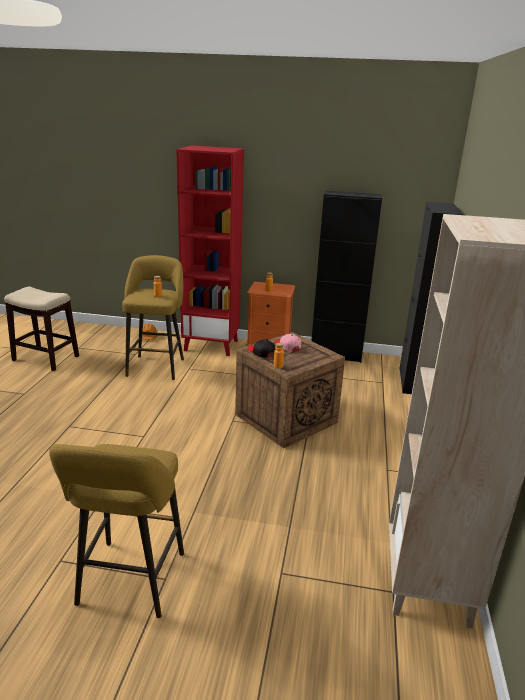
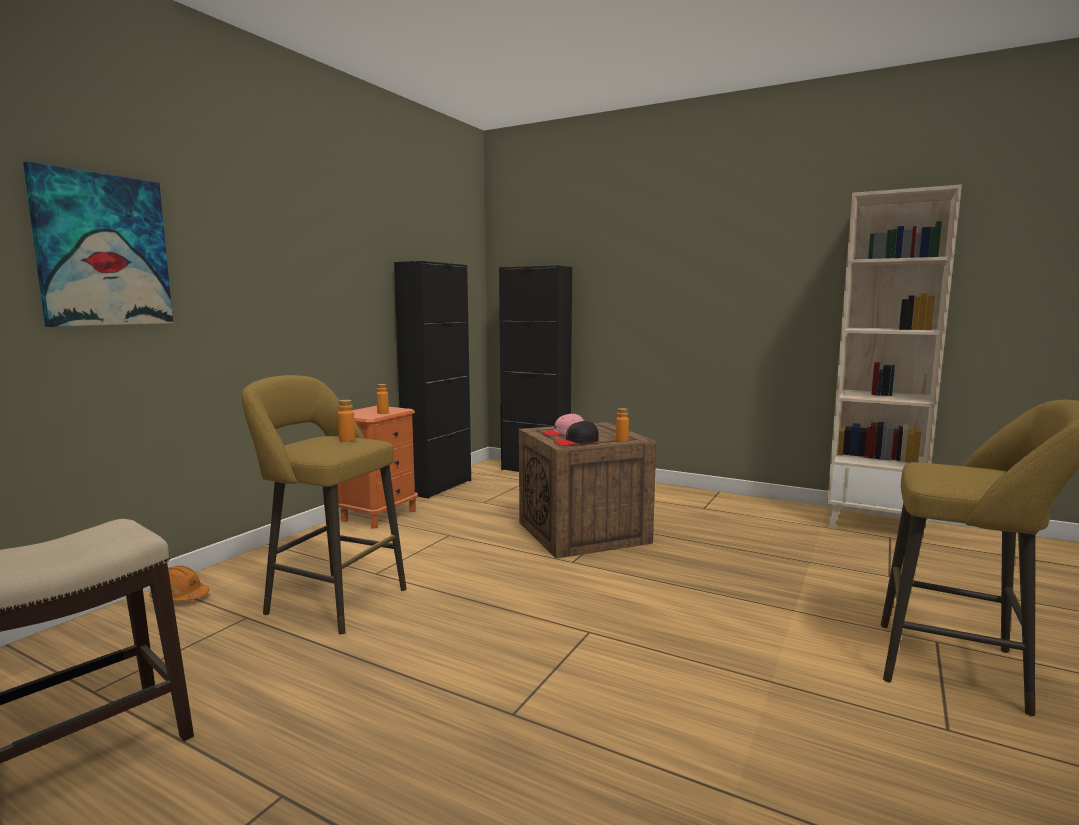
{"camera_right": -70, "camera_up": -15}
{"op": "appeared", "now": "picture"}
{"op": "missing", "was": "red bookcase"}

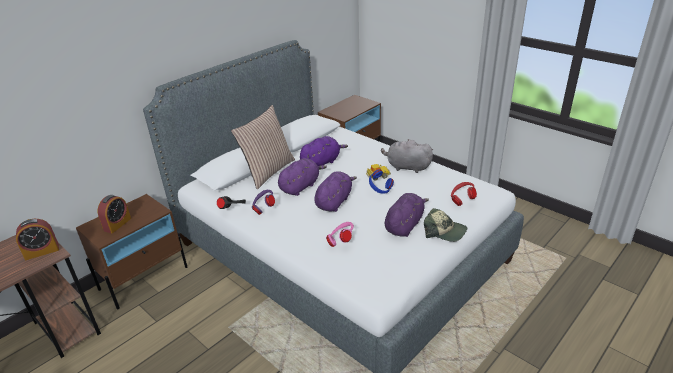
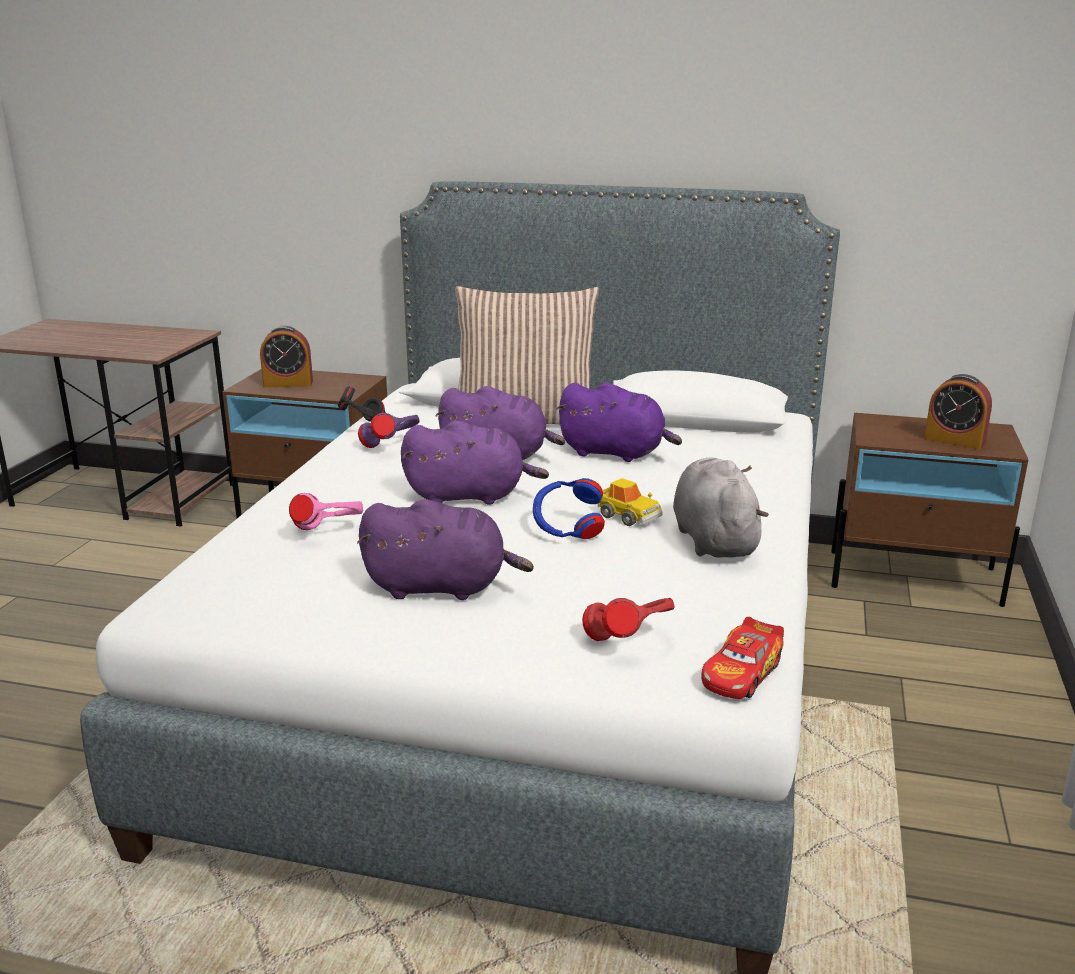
{"camera_right": 60, "camera_up": -10}
{"op": "appeared", "now": "toy car (no. 2 from left)"}
{"op": "relocated", "was": "alarm clock (no. 1 from left in the first image)", "now": "alarm clock (no. 2 from left)"}
{"op": "missing", "was": "cap"}

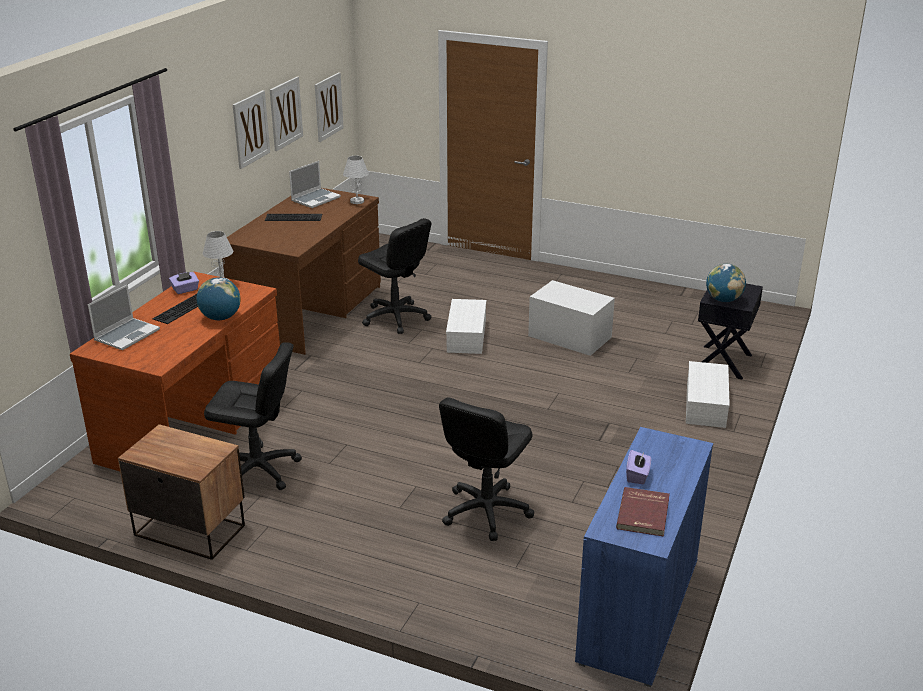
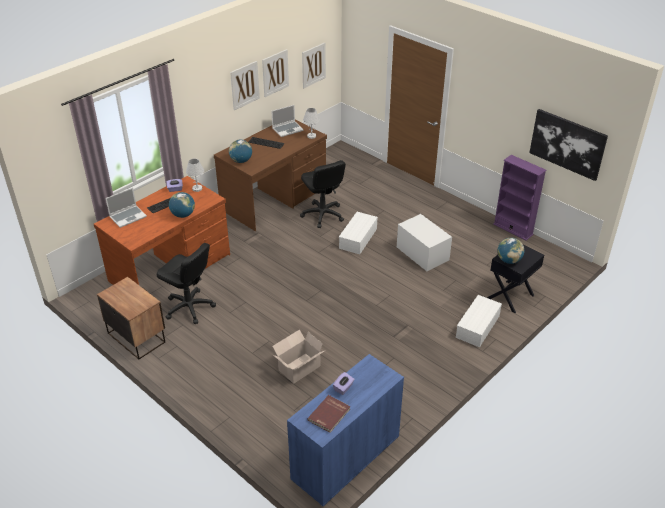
{"camera_right": 20, "camera_up": 10}
{"op": "appeared", "now": "globe (no. 2 from left)"}
{"op": "exchanged", "was": "black office chair (no. 3 from left)", "now": "cardboard box"}
{"op": "appeared", "now": "purple bookcase"}
{"op": "appeared", "now": "picture (no. 4 from left)"}

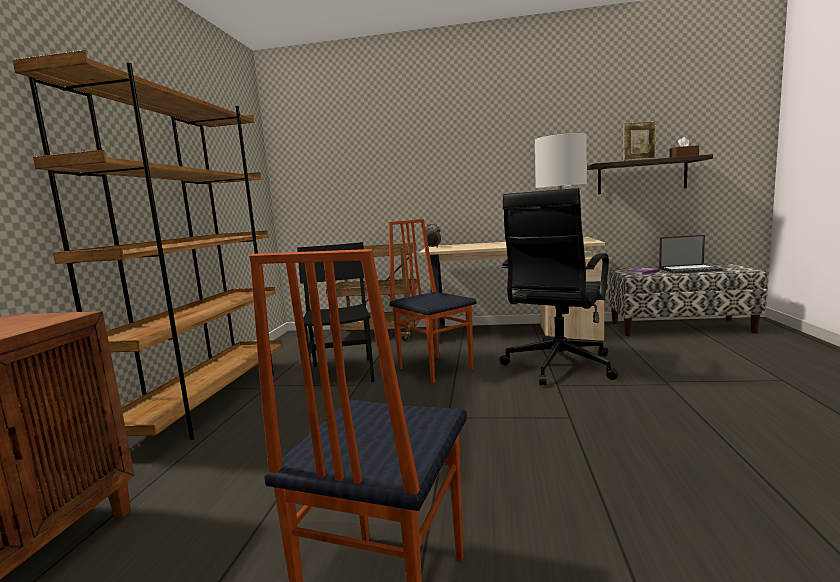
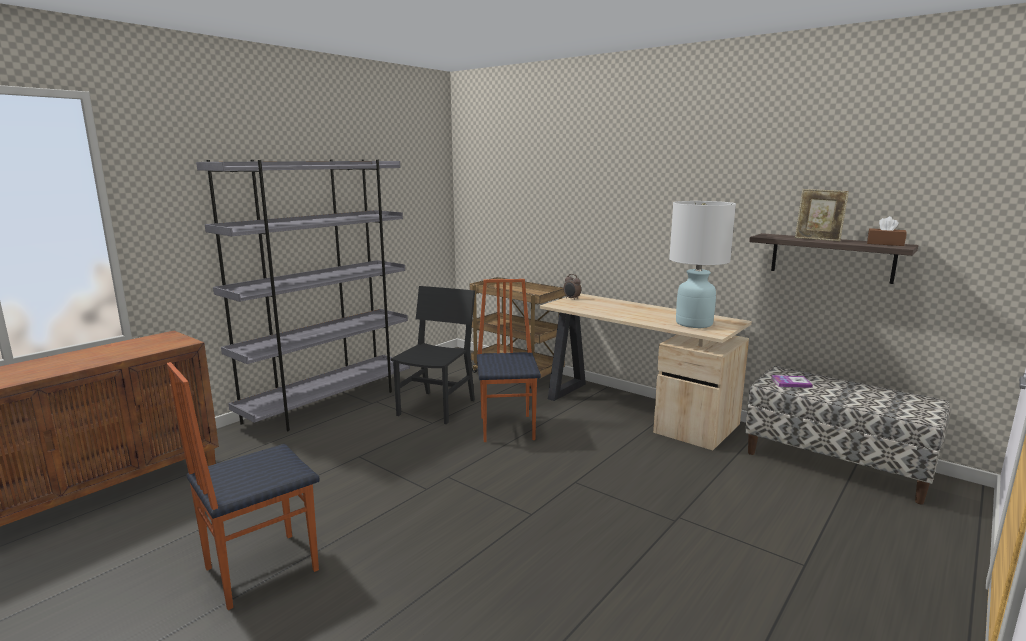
{"camera_right": 30, "camera_up": 5}
{"op": "colour", "was": "brown bookcase", "now": "grey bookcase"}
{"op": "missing", "was": "black office chair"}
{"op": "missing", "was": "laptop"}

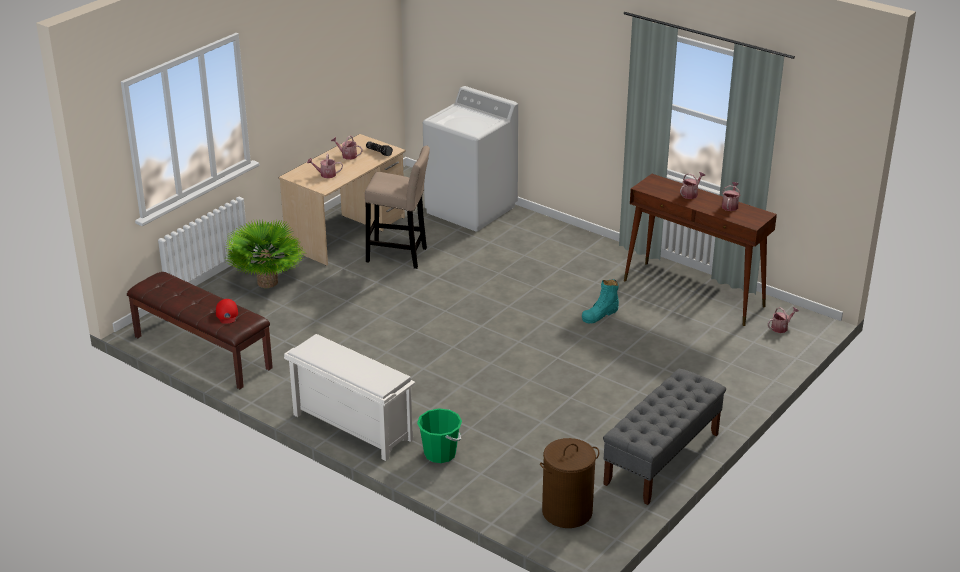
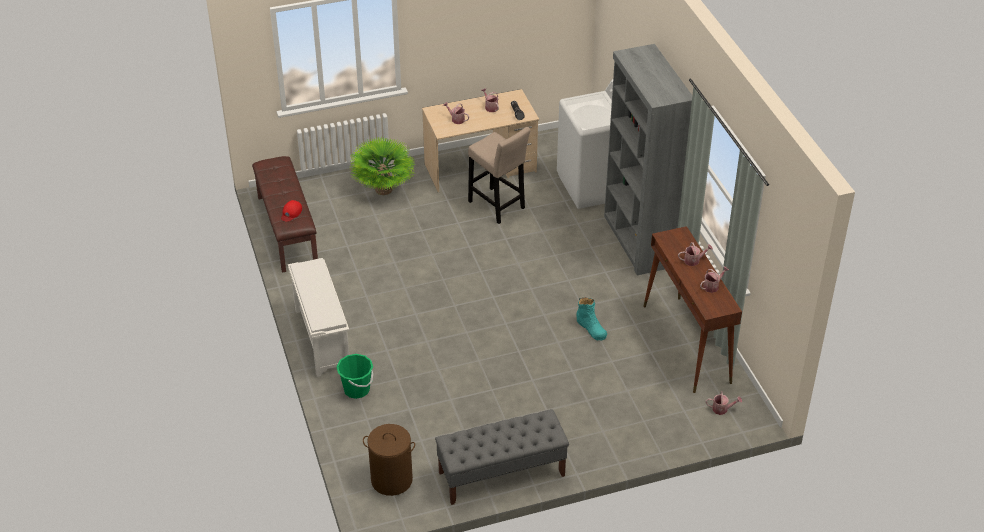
{"camera_right": 35, "camera_up": 10}
{"op": "spun", "was": "turquoise boot", "clockwise": -120}
{"op": "appeared", "now": "grey bookcase"}

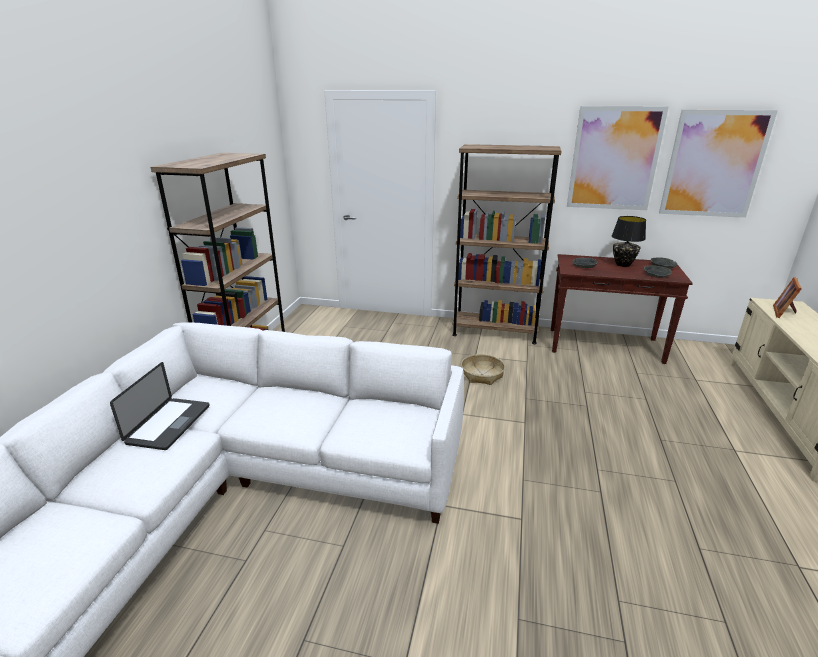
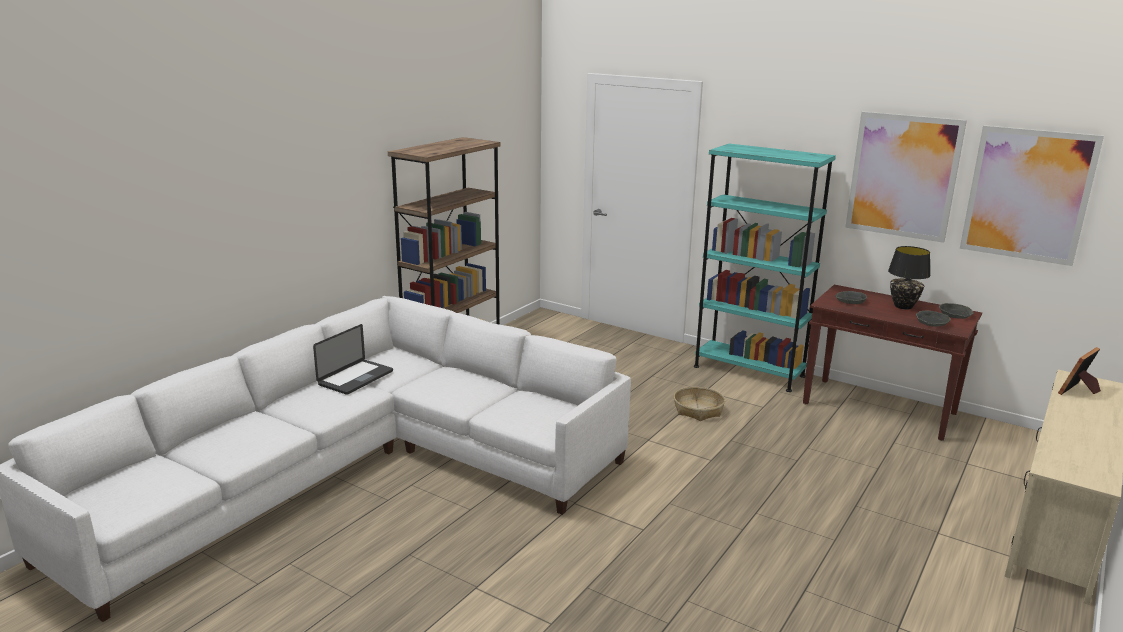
{"camera_right": 20, "camera_up": -5}
{"op": "colour", "was": "brown bookcase (no. 2 from left)", "now": "turquoise bookcase"}

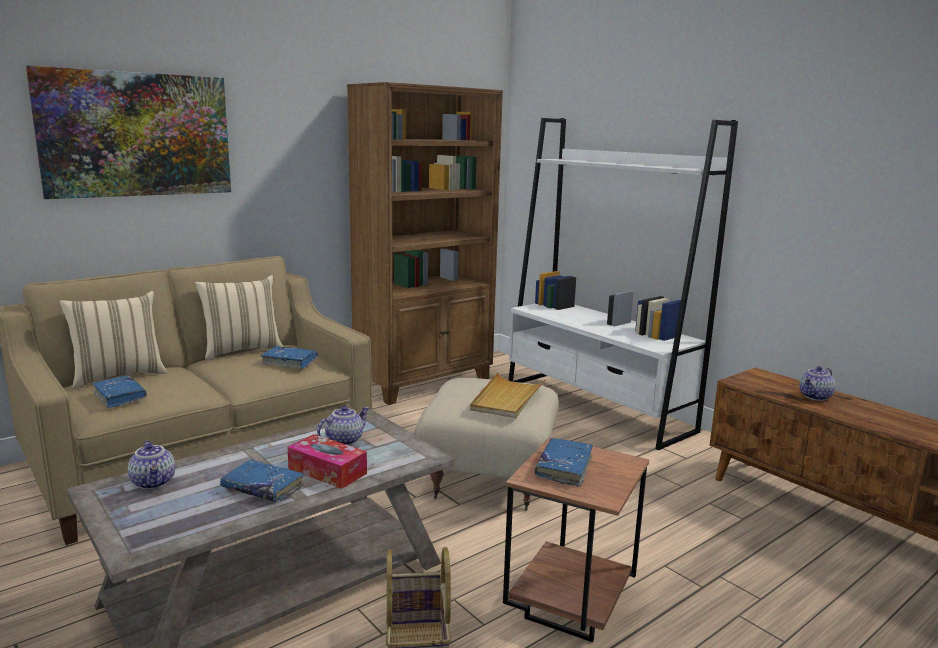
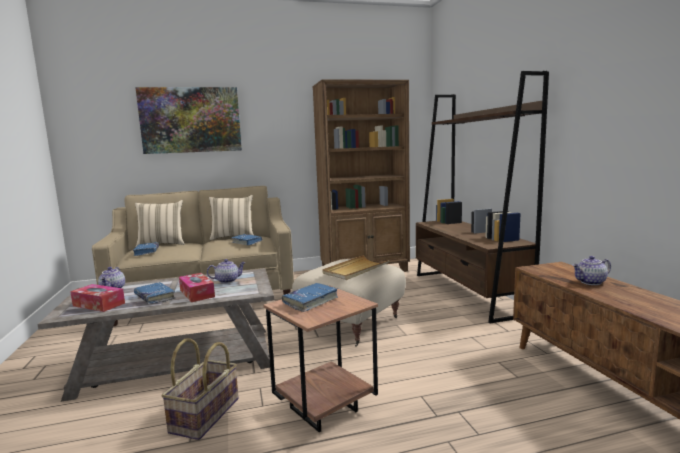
{"camera_right": 25, "camera_up": -5}
{"op": "appeared", "now": "tissue box (no. 1 from left)"}
{"op": "colour", "was": "white bookcase", "now": "brown bookcase (no. 2 from left)"}

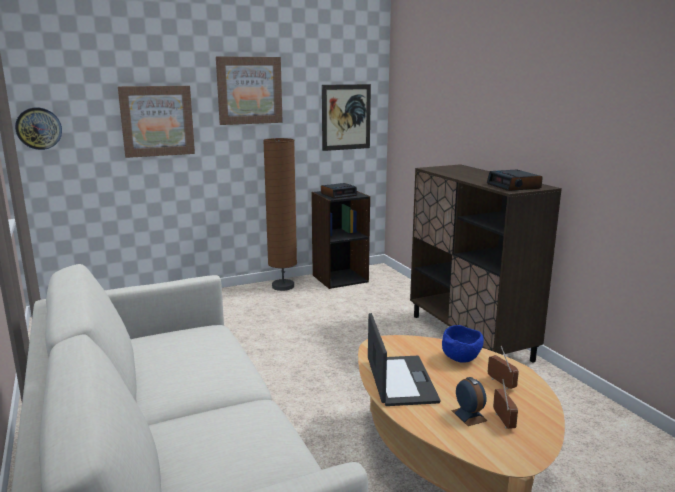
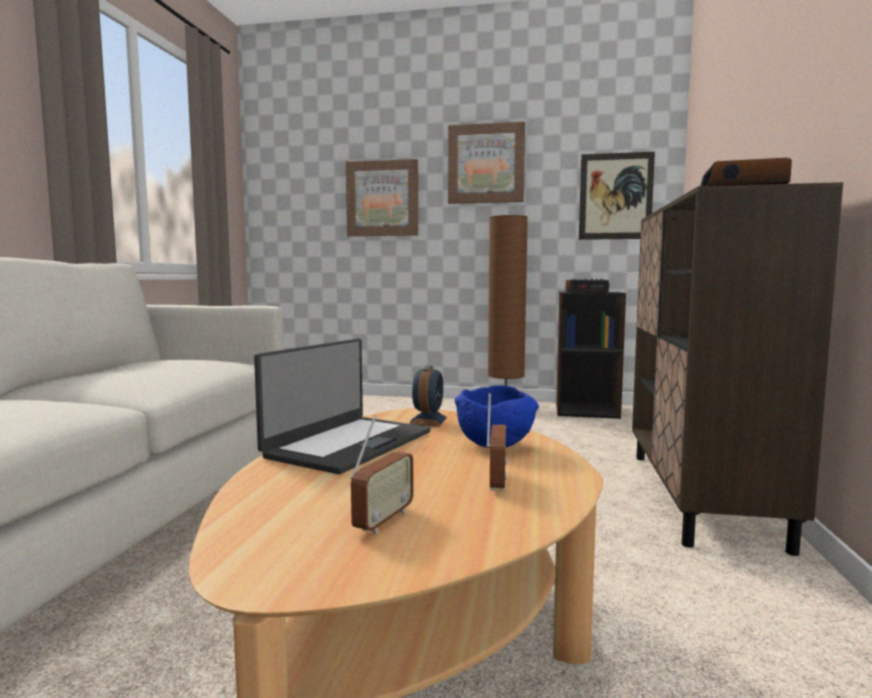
{"camera_right": 35, "camera_up": -10}
{"op": "relocated", "was": "alarm clock (no. 2 from left in the first image)", "now": "alarm clock (no. 1 from left)"}
{"op": "missing", "was": "wall clock"}

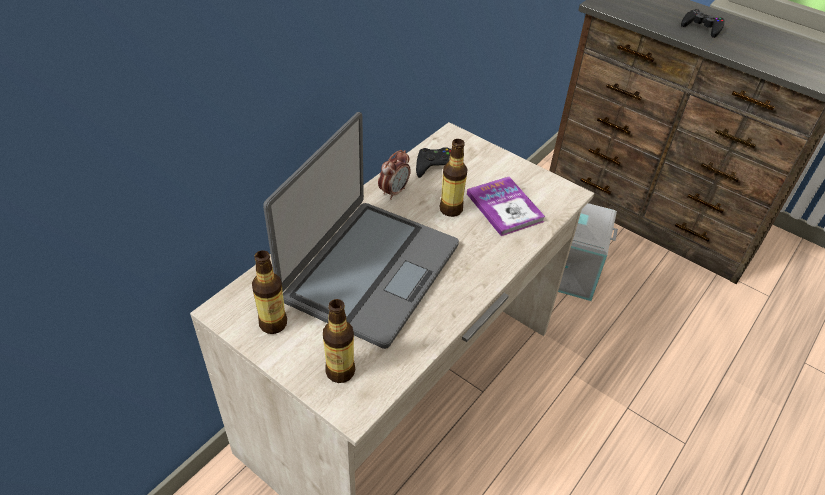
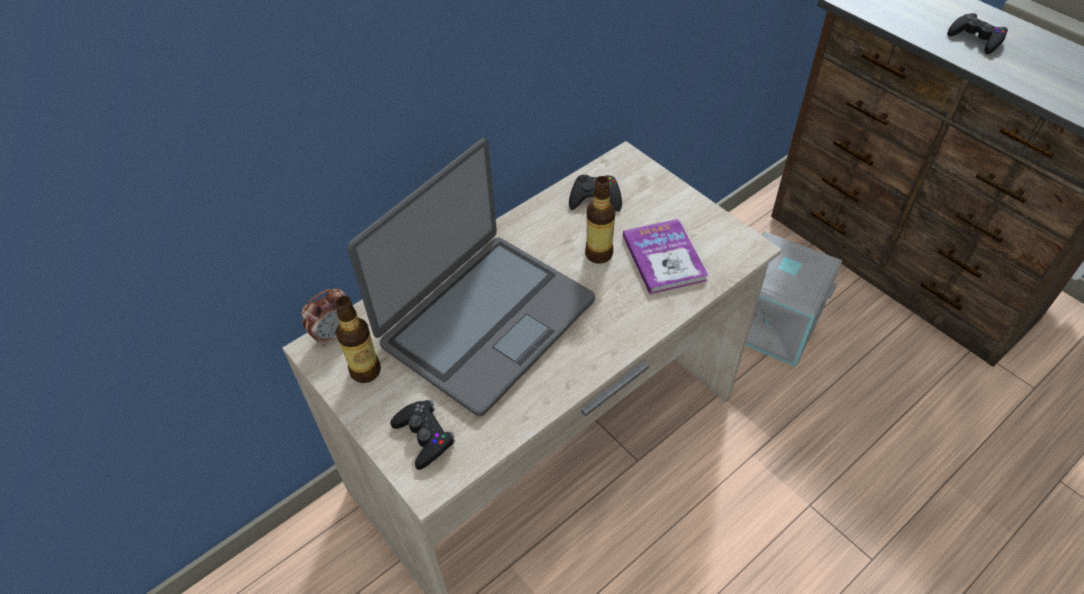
{"camera_right": 15, "camera_up": 5}
{"op": "relocated", "was": "alarm clock"}
{"op": "exchanged", "was": "bottle (no. 2 from left)", "now": "black game controller (no. 1 from left)"}

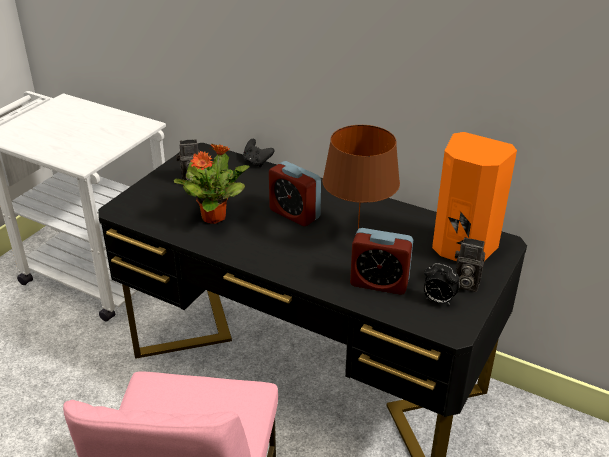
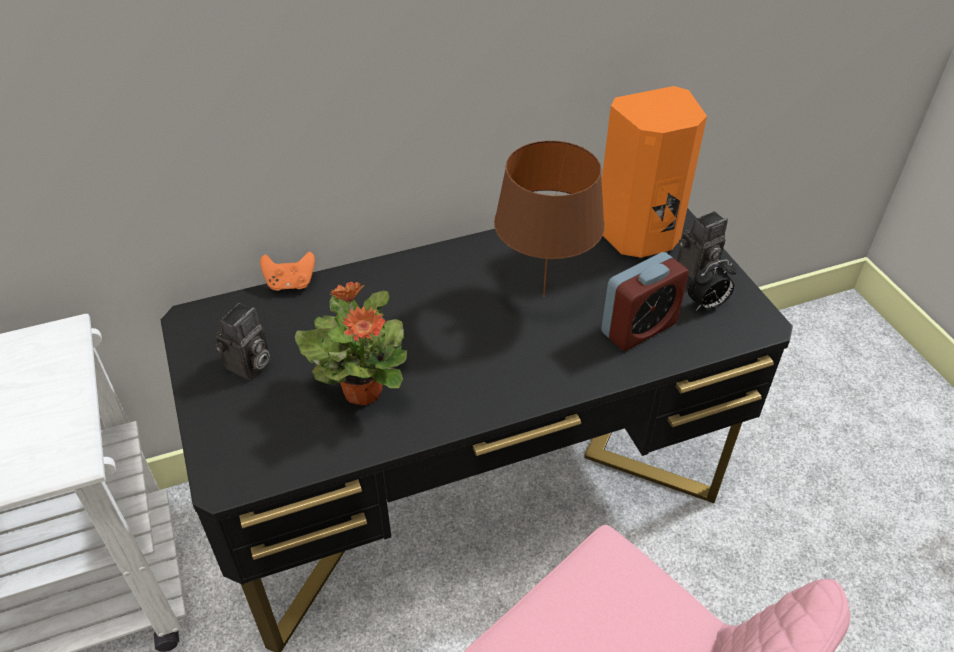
{"camera_right": -50, "camera_up": 10}
{"op": "colour", "was": "black game controller", "now": "orange game controller"}
{"op": "missing", "was": "alarm clock (no. 1 from left)"}

